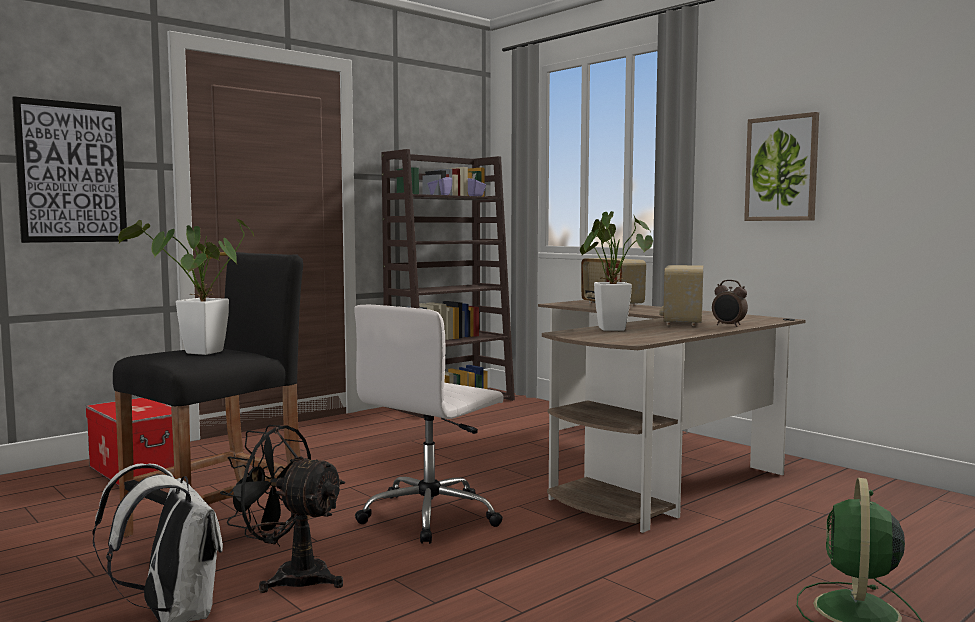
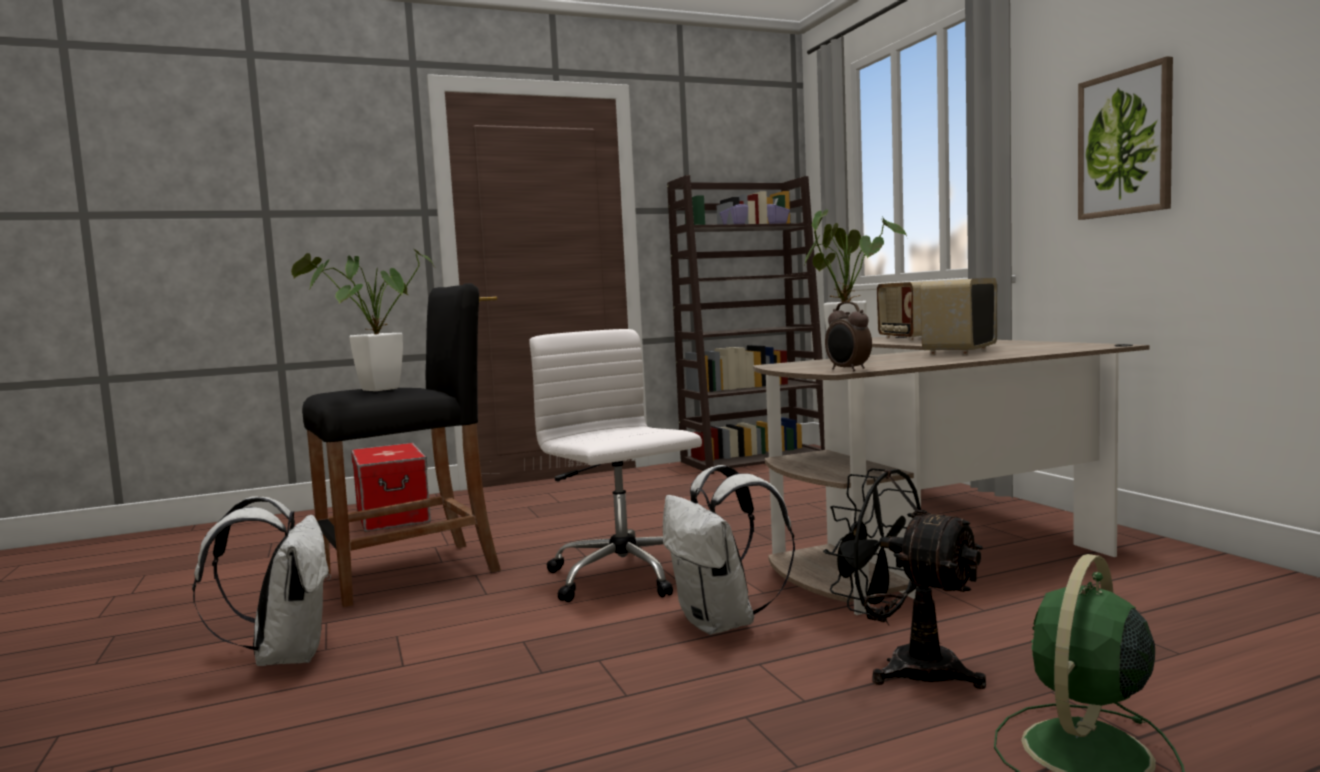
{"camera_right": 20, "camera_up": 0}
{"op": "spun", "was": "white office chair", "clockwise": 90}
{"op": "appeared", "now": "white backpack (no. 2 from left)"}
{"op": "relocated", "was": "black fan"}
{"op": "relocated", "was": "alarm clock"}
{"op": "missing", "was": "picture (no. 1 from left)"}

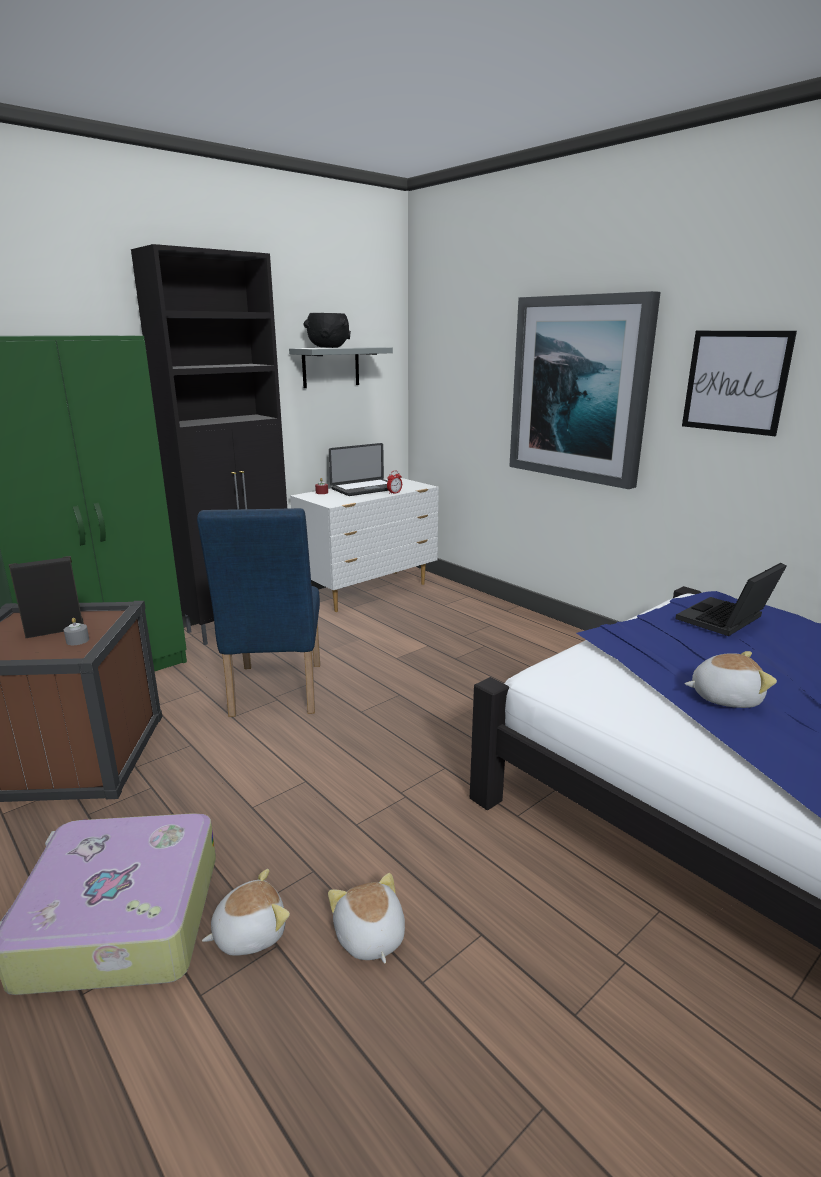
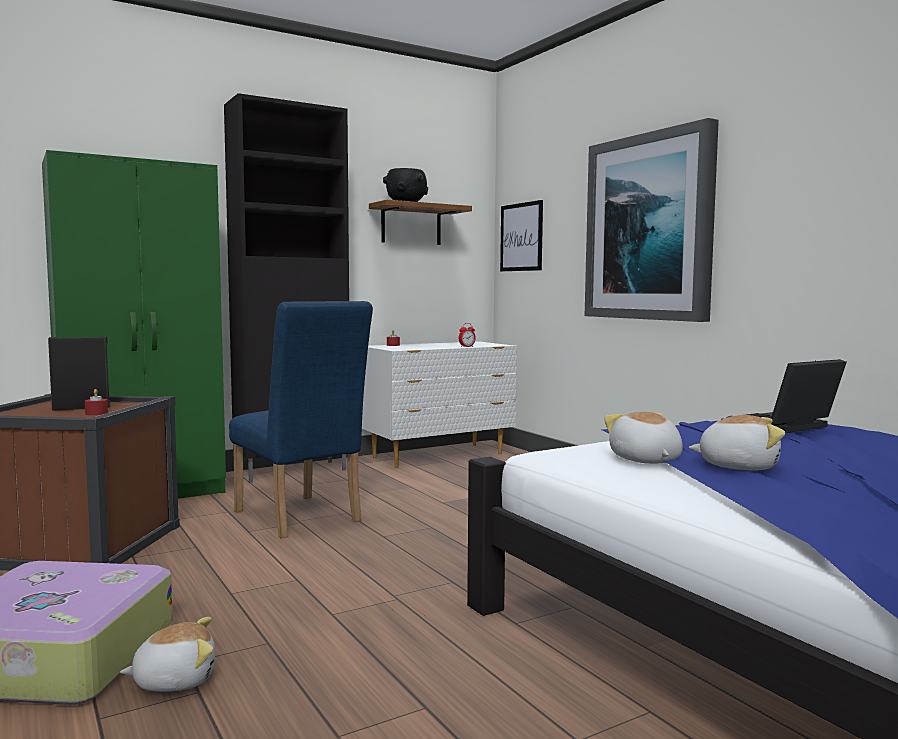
{"camera_right": 10, "camera_up": -15}
{"op": "colour", "was": "grey candle", "now": "red candle (no. 1 from left)"}
{"op": "spun", "was": "blue chair", "clockwise": -45}
{"op": "colour", "was": "grey shelf", "now": "brown shelf"}
{"op": "relocated", "was": "picture (no. 2 from left in the first image)", "now": "picture (no. 1 from left)"}
{"op": "relocated", "was": "plush toy (no. 2 from left)"}
{"op": "missing", "was": "laptop (no. 1 from left)"}

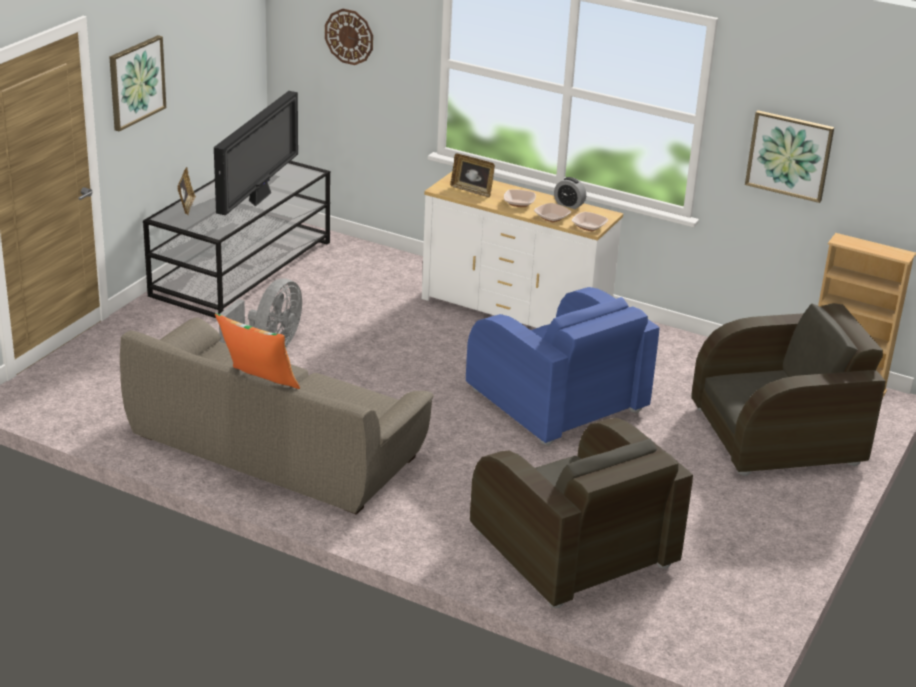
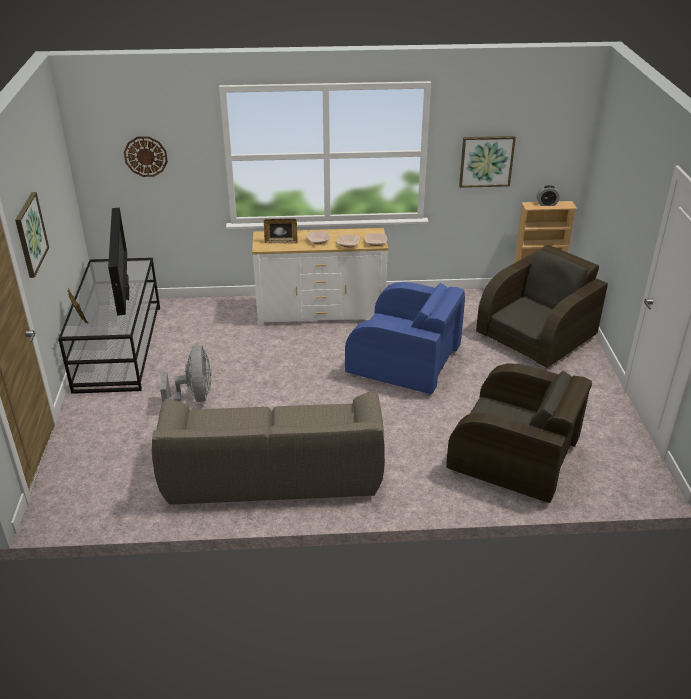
{"camera_right": -30, "camera_up": 5}
{"op": "relocated", "was": "alarm clock"}
{"op": "missing", "was": "pillow"}

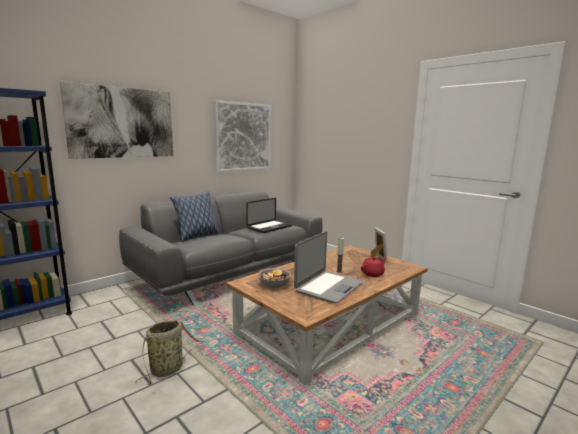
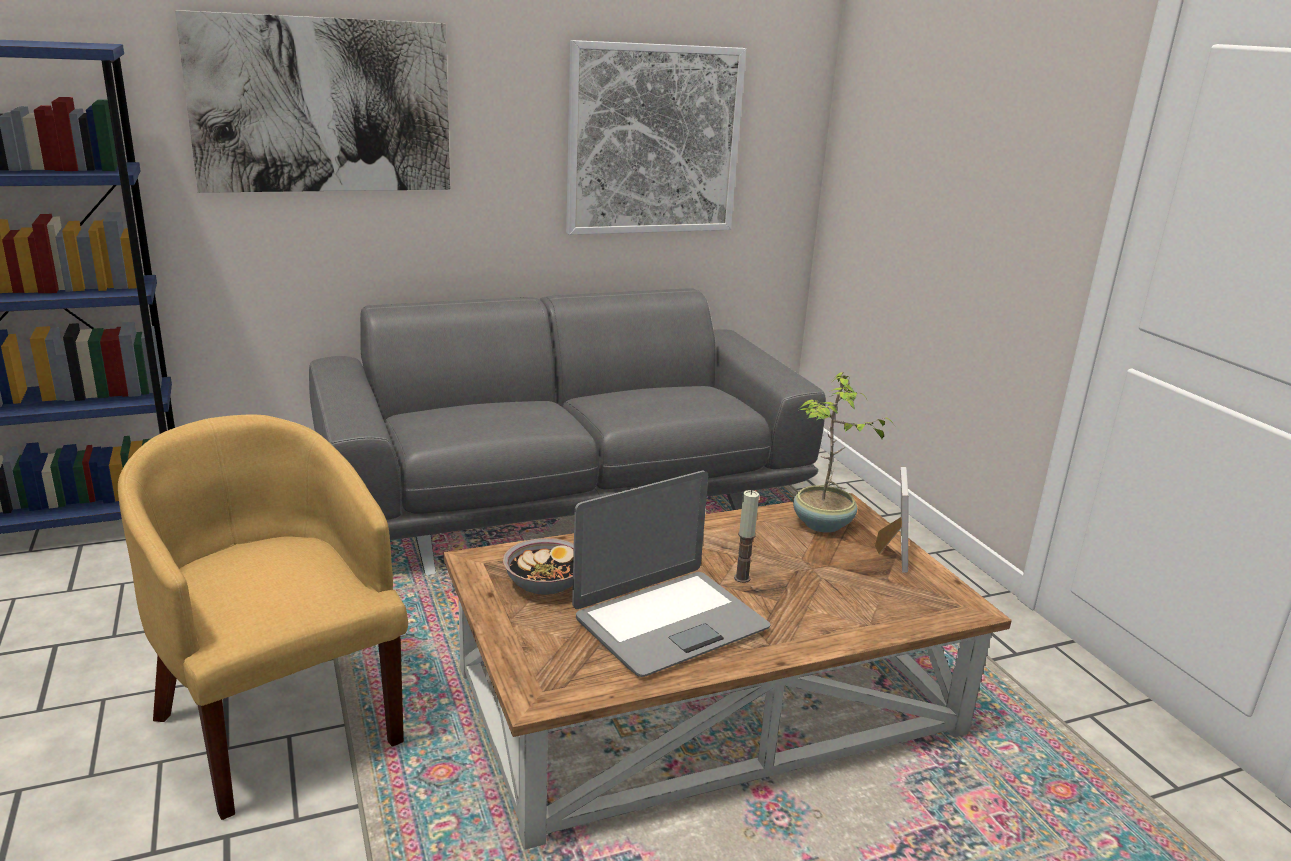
{"camera_right": 20, "camera_up": 10}
{"op": "exchanged", "was": "basket", "now": "yellow armchair"}
{"op": "appeared", "now": "potted plant"}
{"op": "missing", "was": "pillow"}
{"op": "missing", "was": "laptop (no. 1 from left)"}
{"op": "missing", "was": "red teapot"}

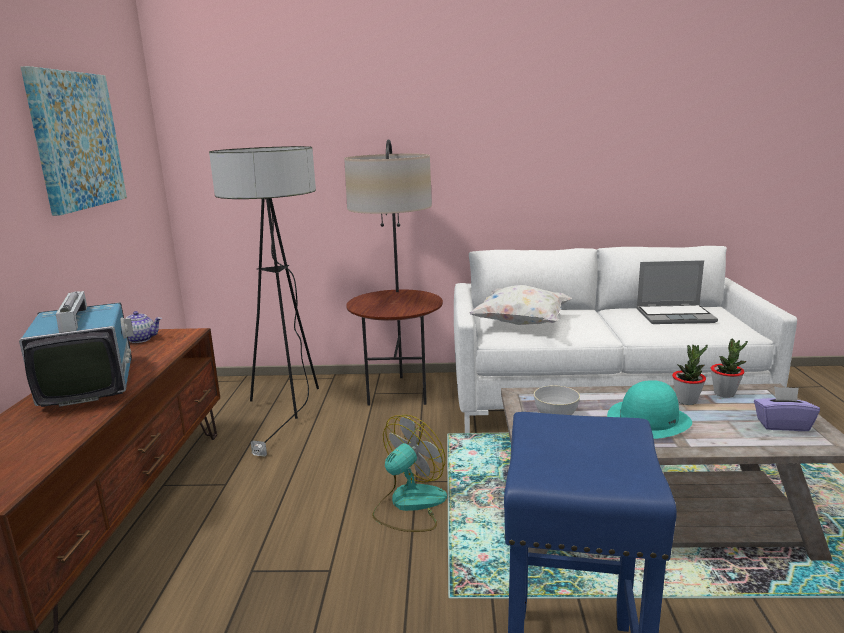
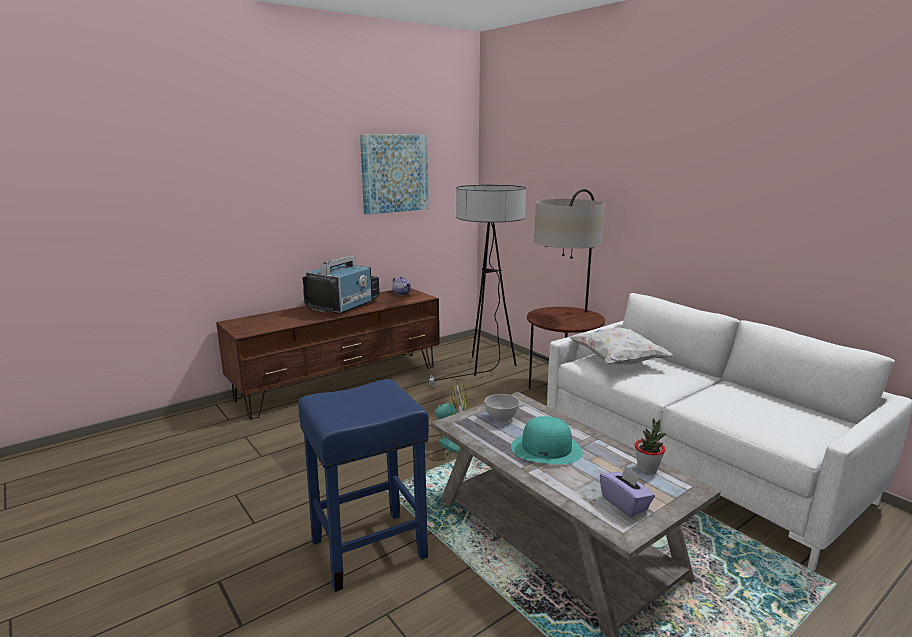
{"camera_right": 50, "camera_up": 0}
{"op": "missing", "was": "laptop"}
{"op": "missing", "was": "potted plant (no. 1 from left)"}

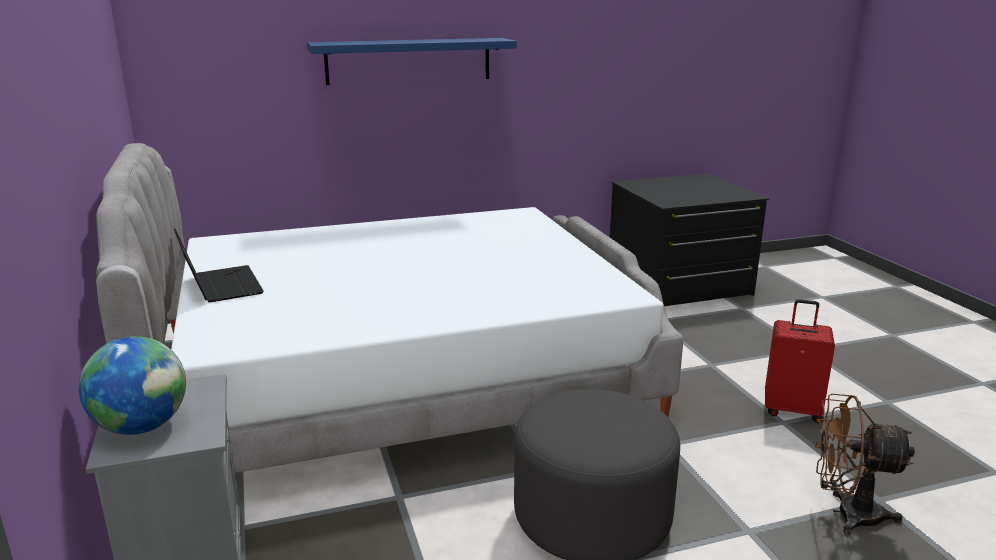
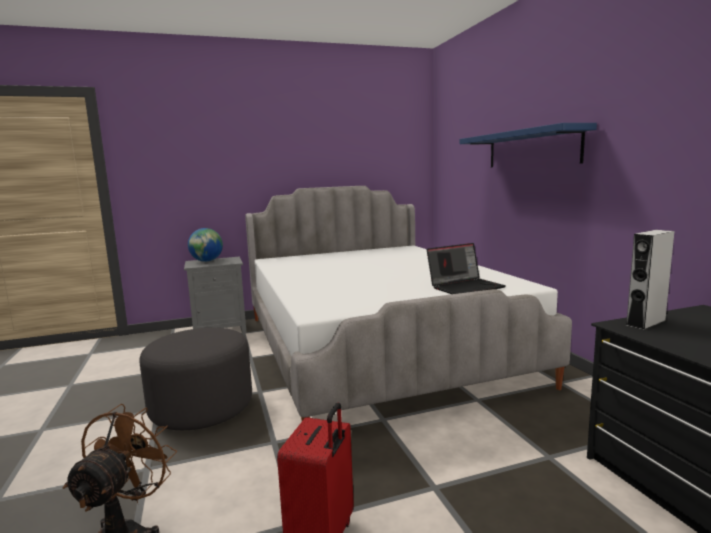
{"camera_right": 90, "camera_up": -10}
{"op": "relocated", "was": "laptop"}
{"op": "appeared", "now": "grey speaker"}

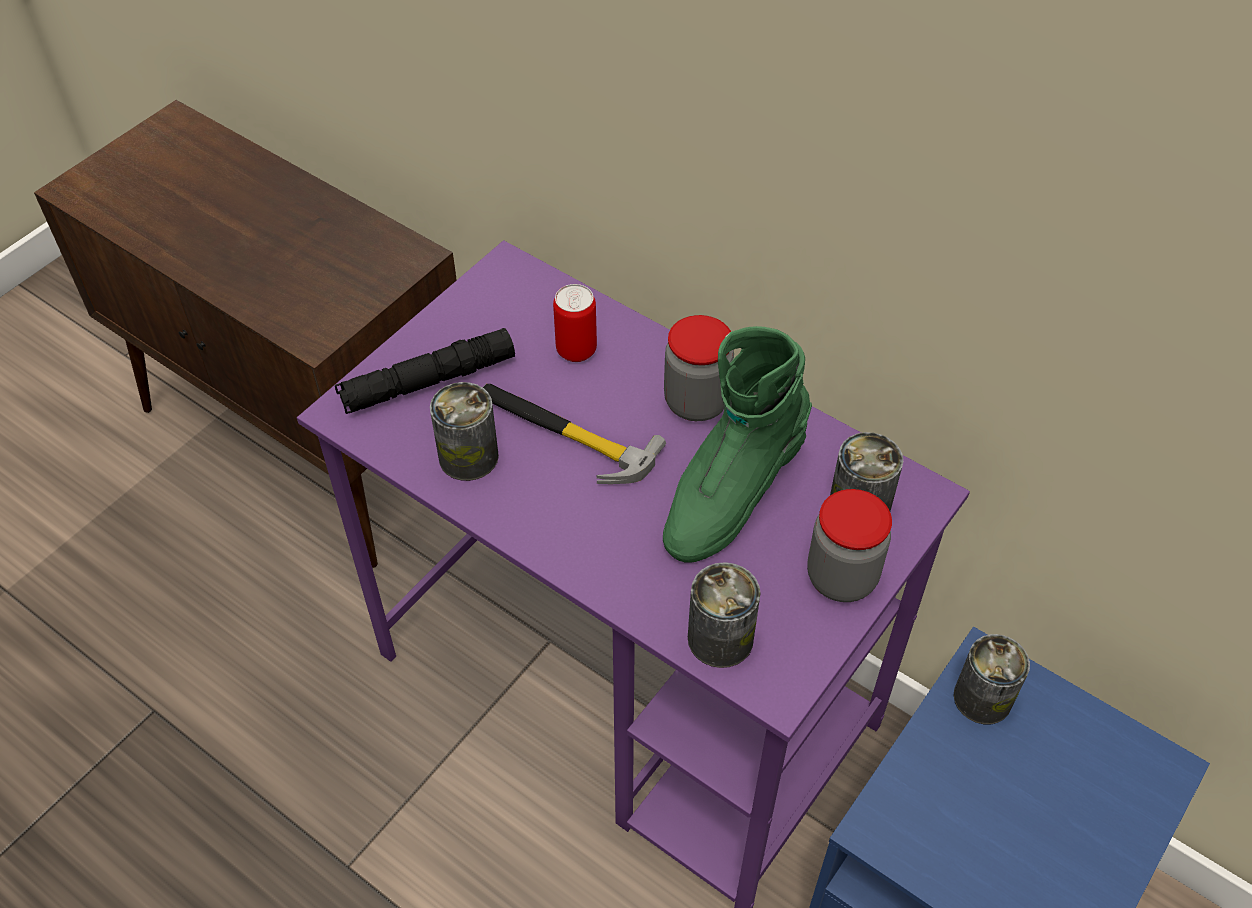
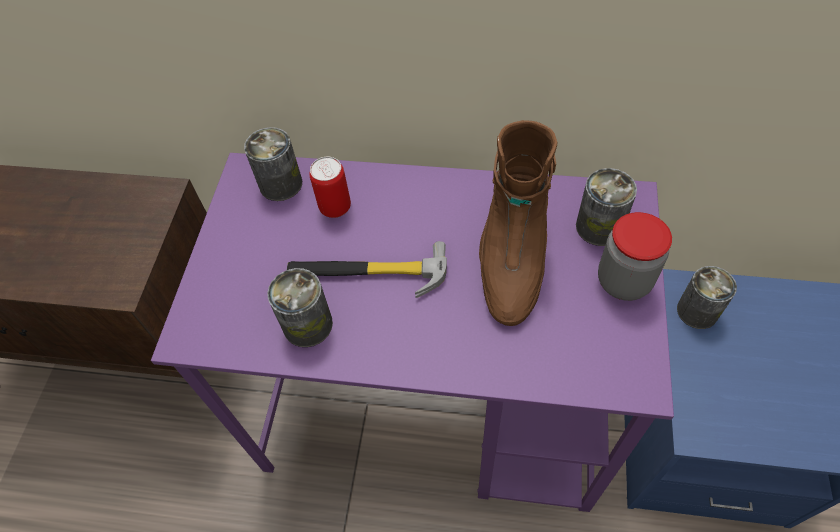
{"camera_right": -25, "camera_up": 5}
{"op": "relocated", "was": "can (no. 3 from left in the first image)", "now": "can (no. 1 from left)"}
{"op": "colour", "was": "green boot", "now": "brown boot"}
{"op": "missing", "was": "black flashlight"}
{"op": "missing", "was": "jar (no. 1 from left)"}

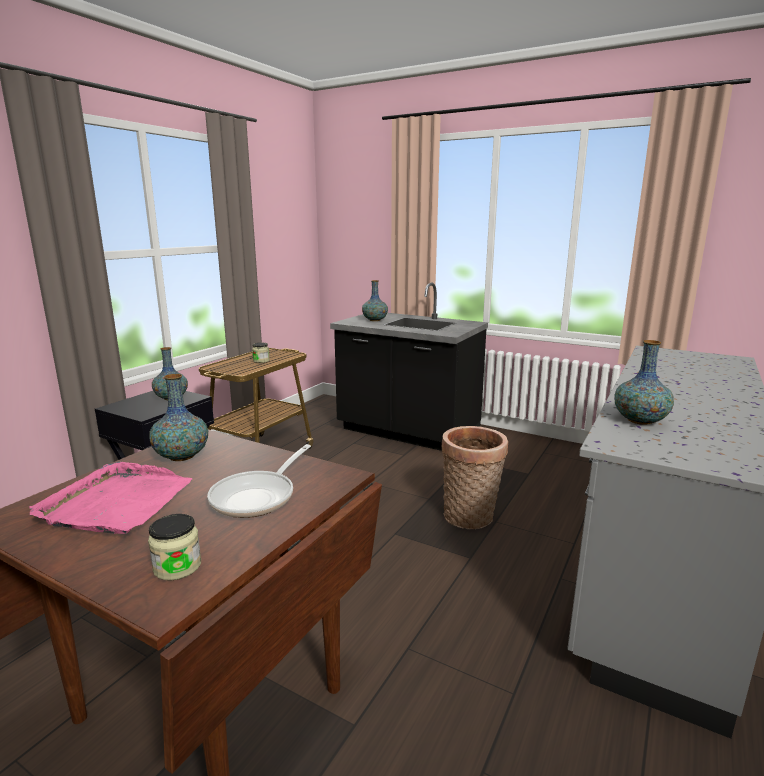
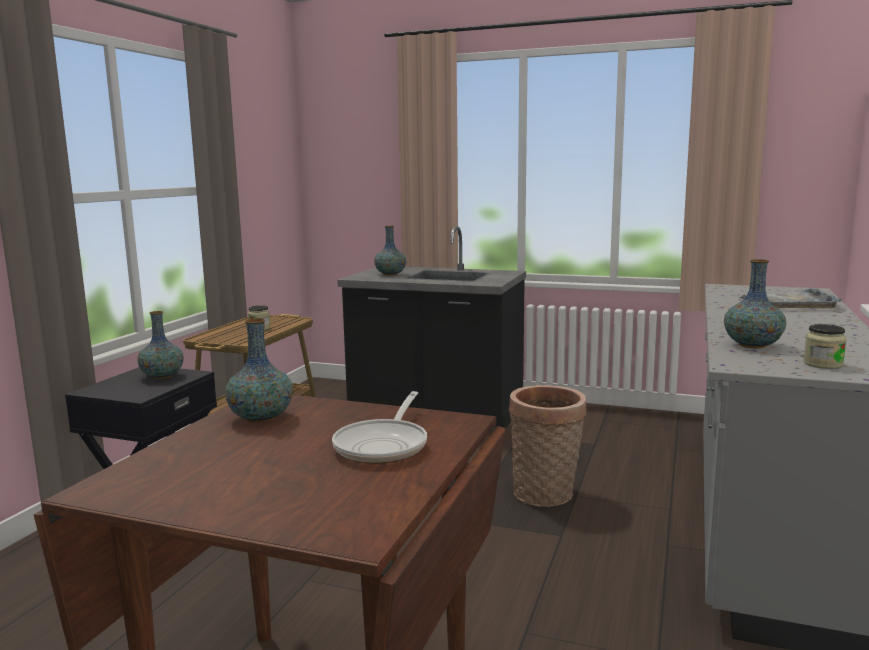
{"camera_right": -10, "camera_up": -5}
{"op": "appeared", "now": "grey tray"}
{"op": "relocated", "was": "jar (no. 1 from left in the first image)", "now": "jar (no. 2 from left)"}
{"op": "missing", "was": "pink tray"}

